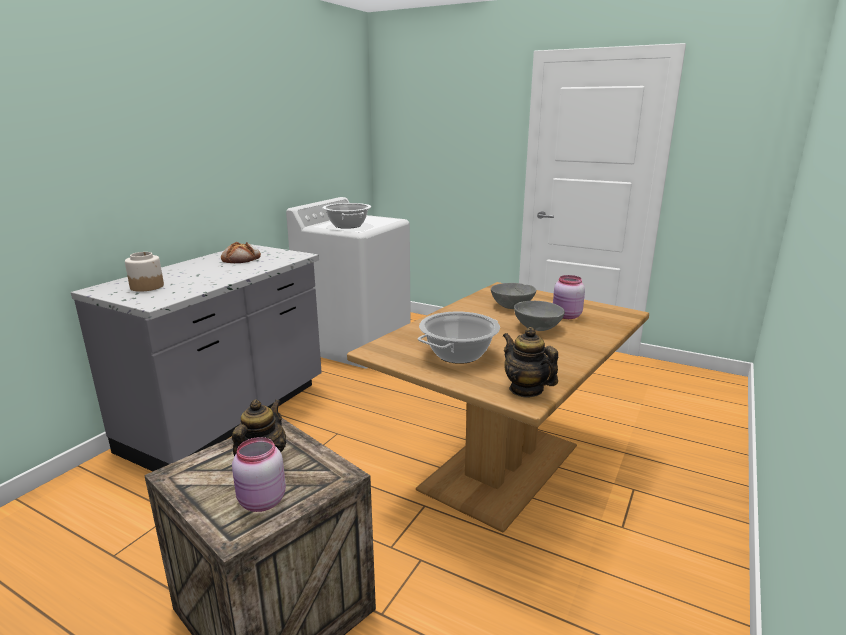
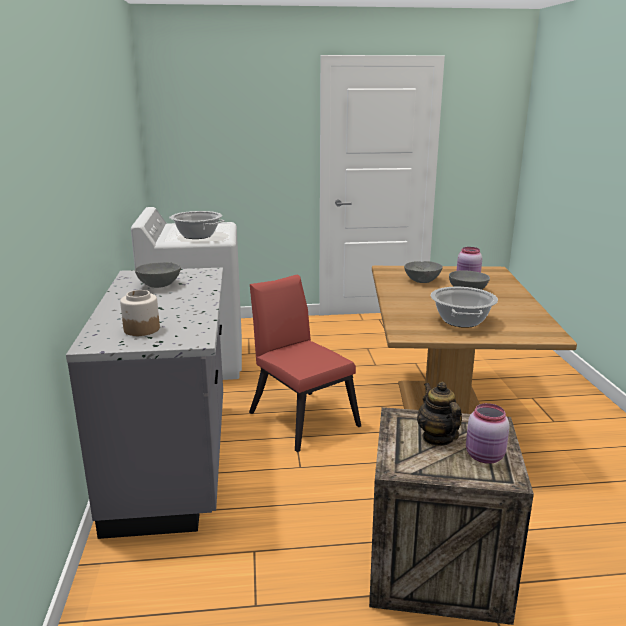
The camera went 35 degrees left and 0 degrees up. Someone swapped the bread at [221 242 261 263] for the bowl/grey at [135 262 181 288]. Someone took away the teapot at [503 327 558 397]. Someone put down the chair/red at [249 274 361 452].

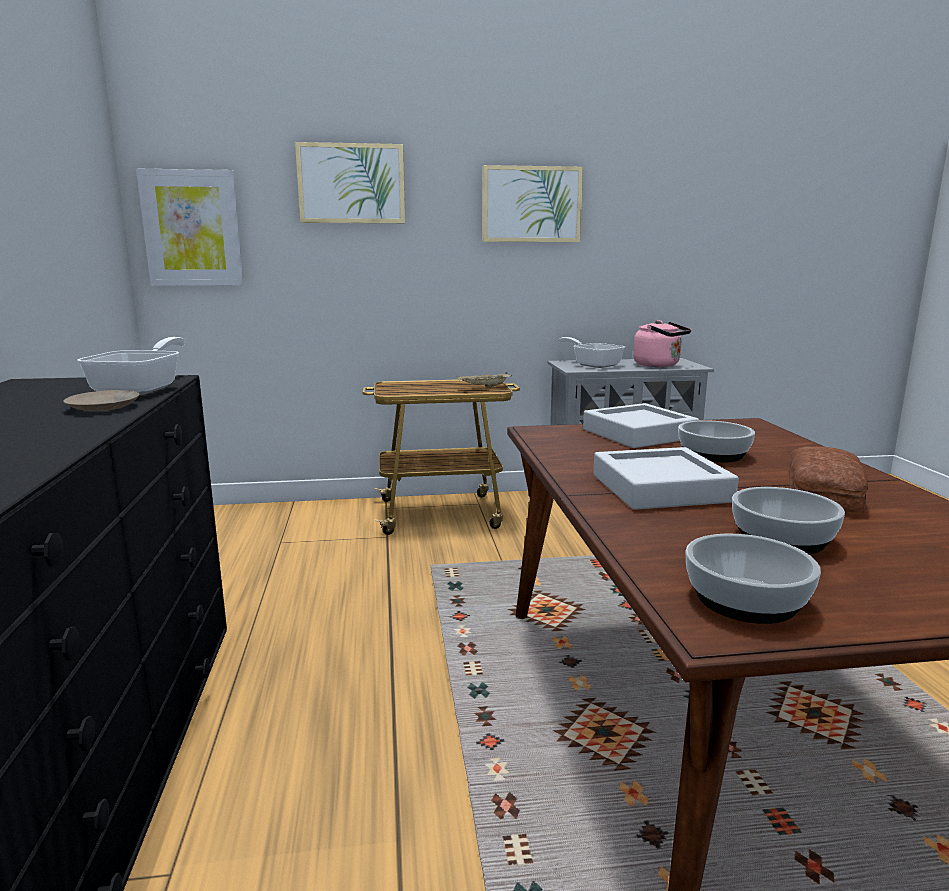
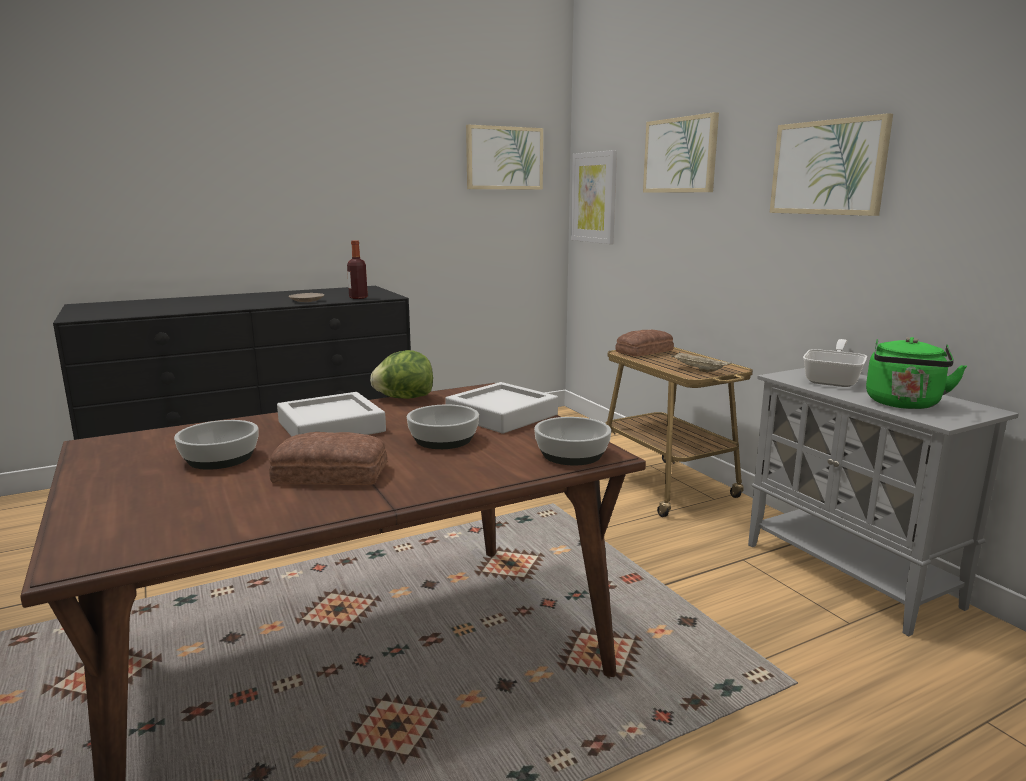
The camera went 70 degrees right and 0 degrees up. Someone repainted the kettle/pink at [633 320 691 367], which became the kettle/green at [866 337 967 409]. Someone swapped the frying pan at [77 337 185 395] for the bottle at [347 240 368 299]. Someone carried the bowl from [686 534 821 624] to [534 417 611 466]. Someone put up the picture at [466 125 543 190]. Someone put down the bread at [615 330 674 357]. Someone put down the lettuce at [370 350 433 399].

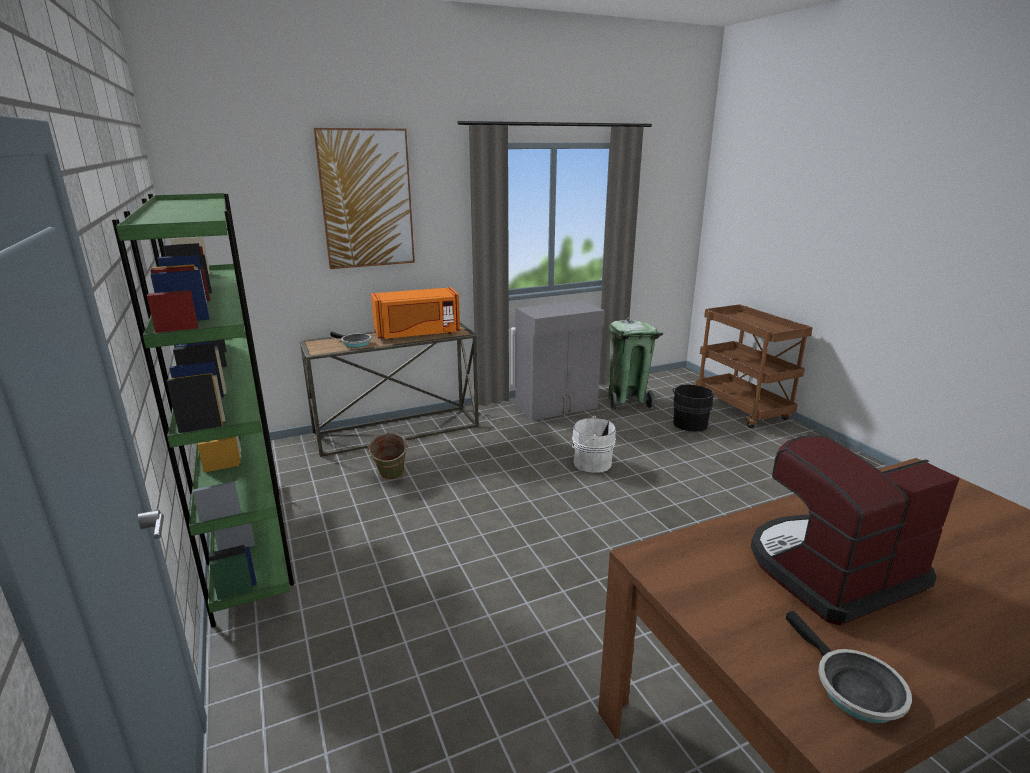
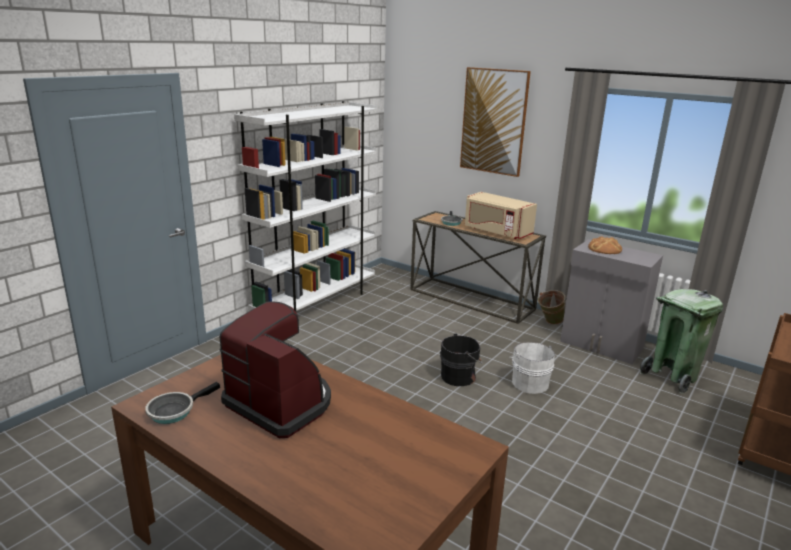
The camera went 60 degrees right and 0 degrees up. Someone repainted the bookcase/green at [112 193 294 628], which became the bookcase/white at [234 101 378 311]. Someone repainted the microwave/orange at [371 287 460 340], which became the microwave/beige at [465 192 537 239]. Someone carried the bucket/black from [673 384 716 432] to [440 334 482 386]. Someone carried the bucket/green from [368 433 408 480] to [538 290 567 325]. Someone put down the bread at [588 236 622 254].

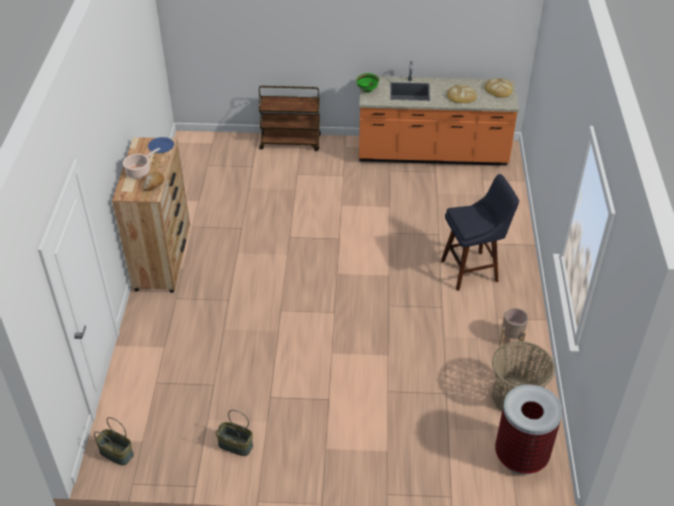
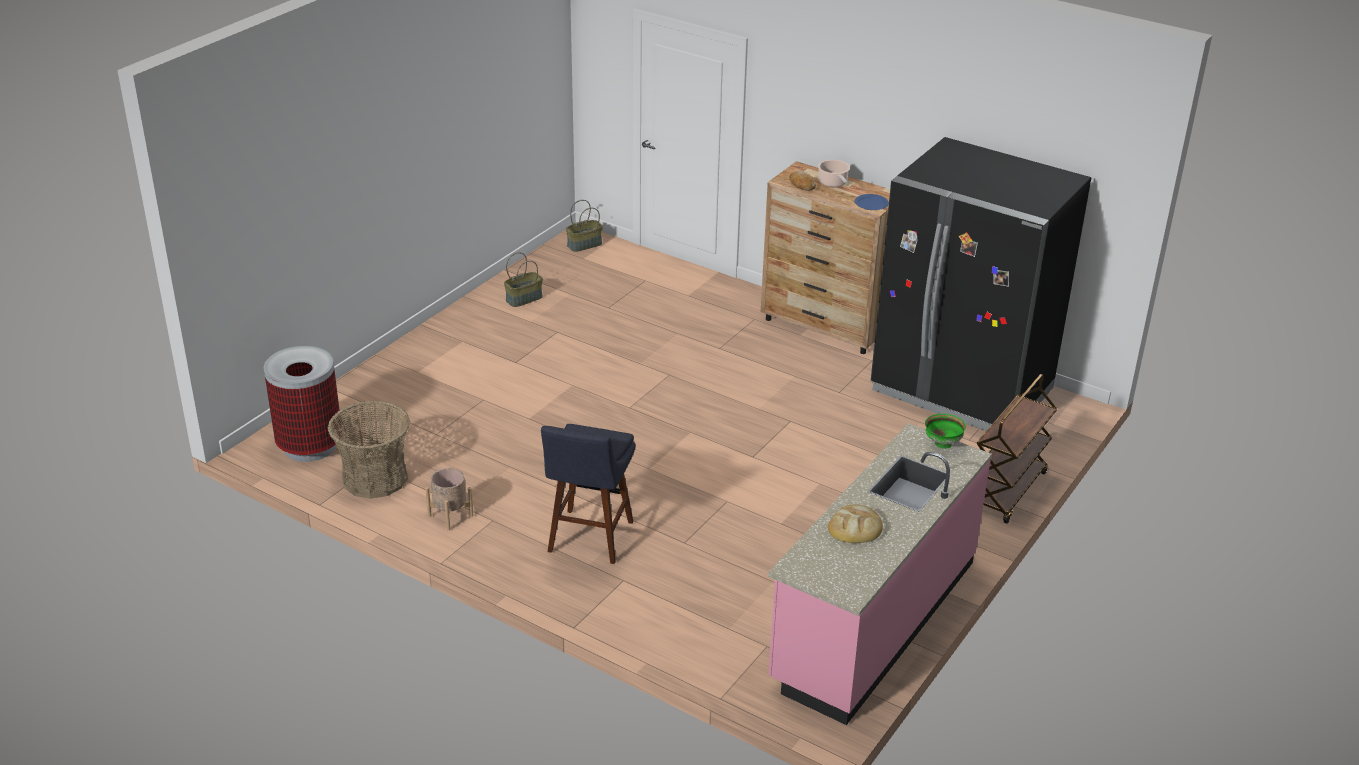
The camera went 120 degrees right and 10 degrees down. Someone repainted the counter/orange at [359 61 519 166], which became the counter/pink at [768 423 992 725]. Someone took away the bread at [484 78 513 98]. Someone put down the fridge/black at [871 137 1091 431].

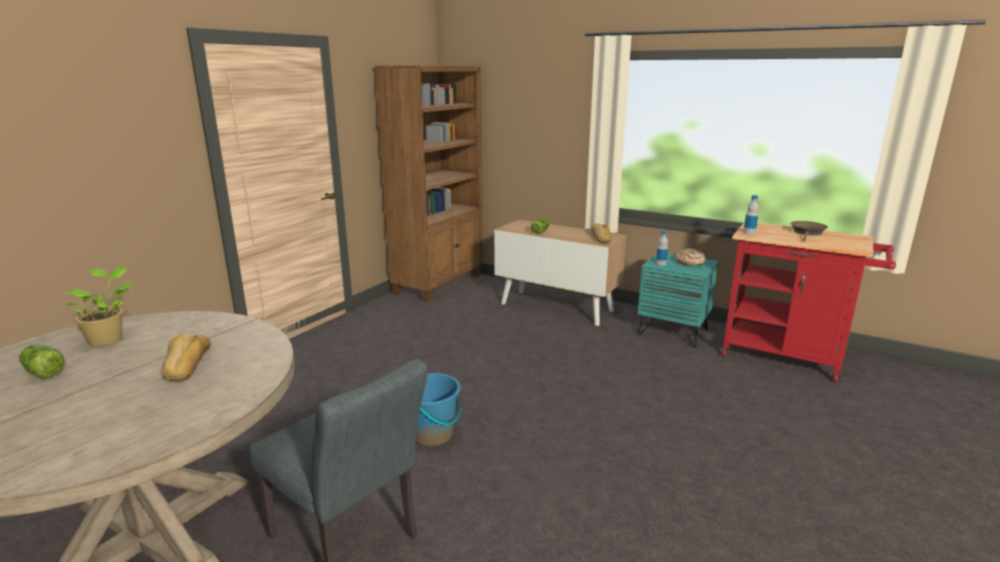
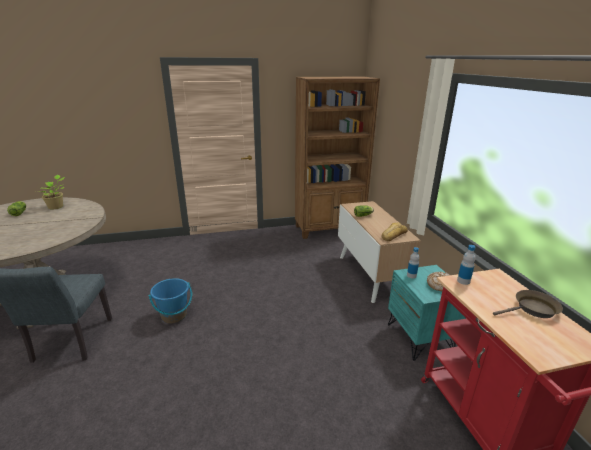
The camera went 45 degrees right and 5 degrees up. Someone took away the bread at [161 333 211 381].

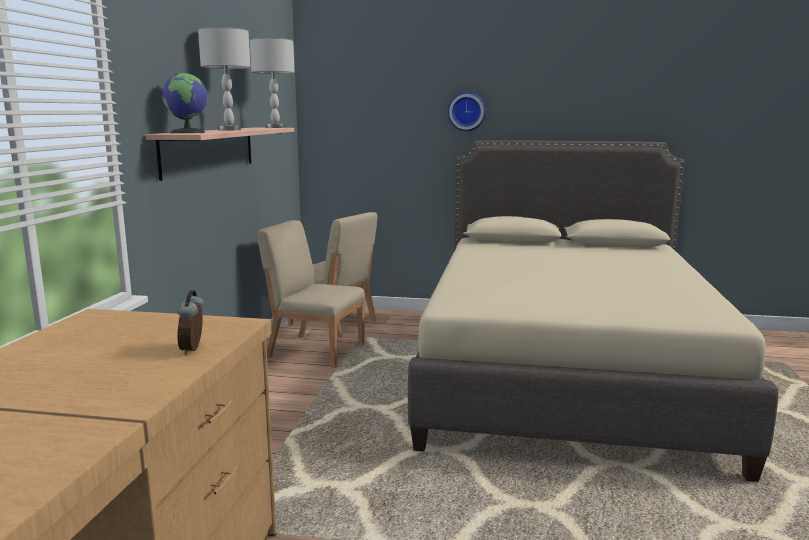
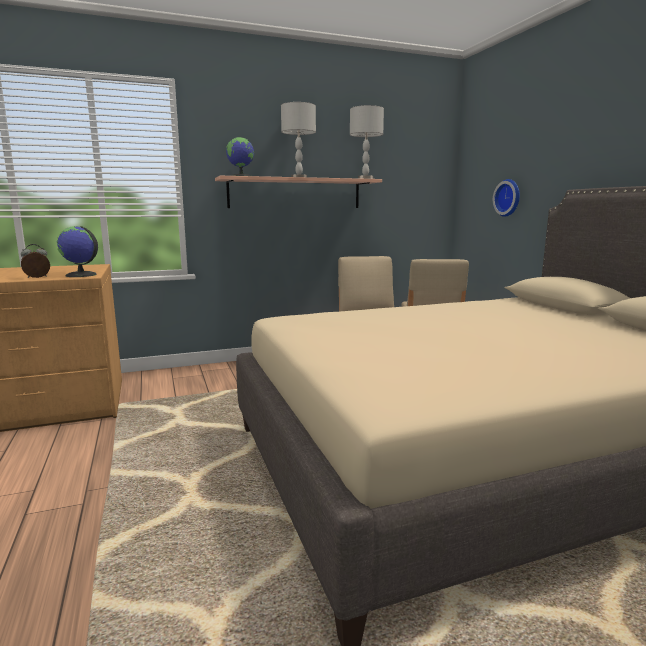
The camera went 60 degrees right and 0 degrees up. Someone carried the wall clock from [448 92 486 131] to [493 179 520 217]. Someone put down the globe at [57 226 98 277].

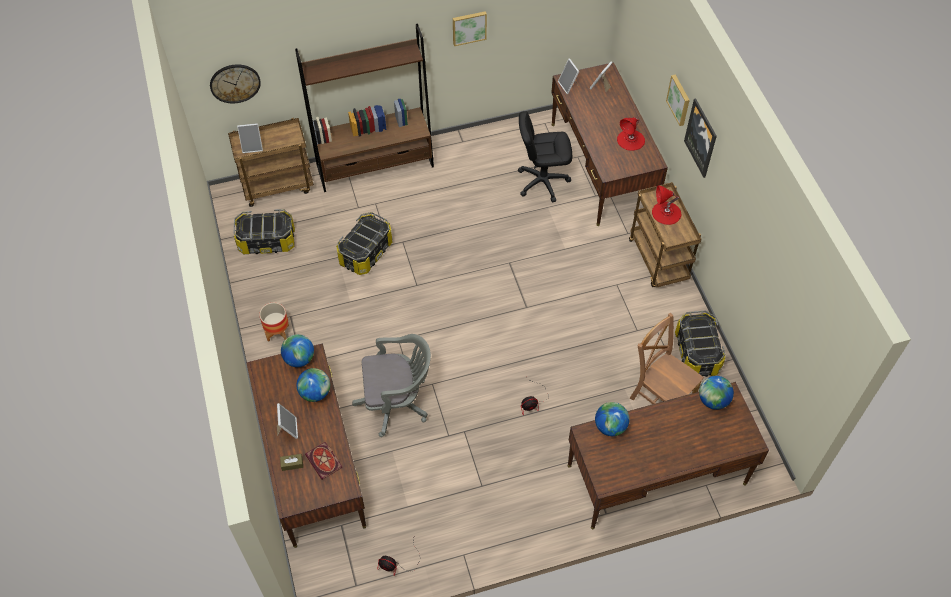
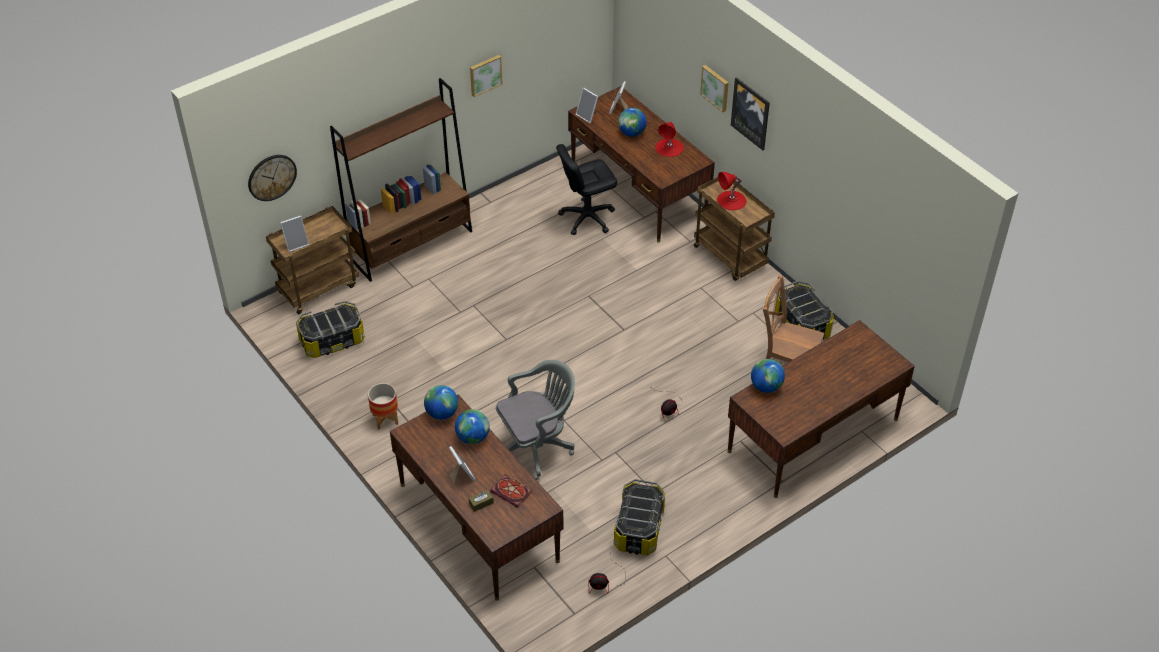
The camera went 20 degrees left and 10 degrees down. Someone carried the storage box from [336 212 392 275] to [614 479 665 555]. Someone carried the globe from [699 376 734 410] to [618 108 647 137].

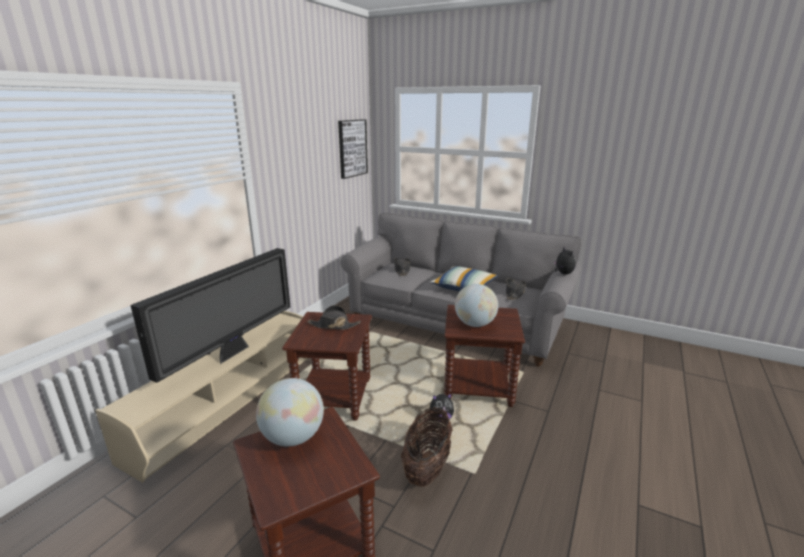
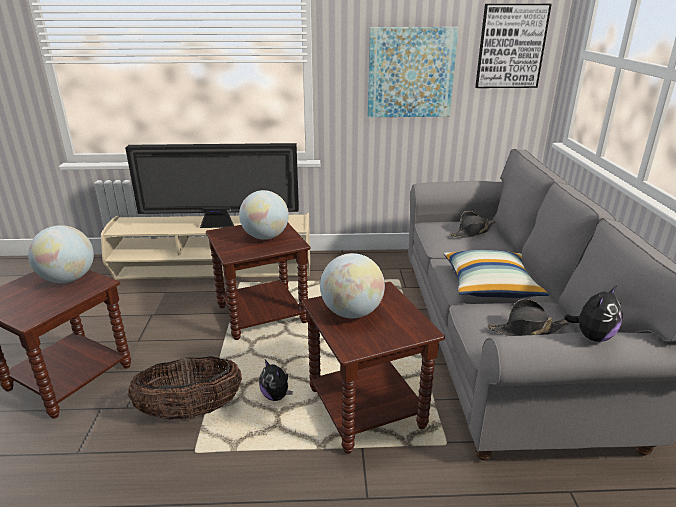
The camera went 60 degrees right and 5 degrees up. Someone swapped the hat/black at [307 305 361 330] for the globe at [239 190 289 240]. Someone put up the picture at [368 27 458 117].

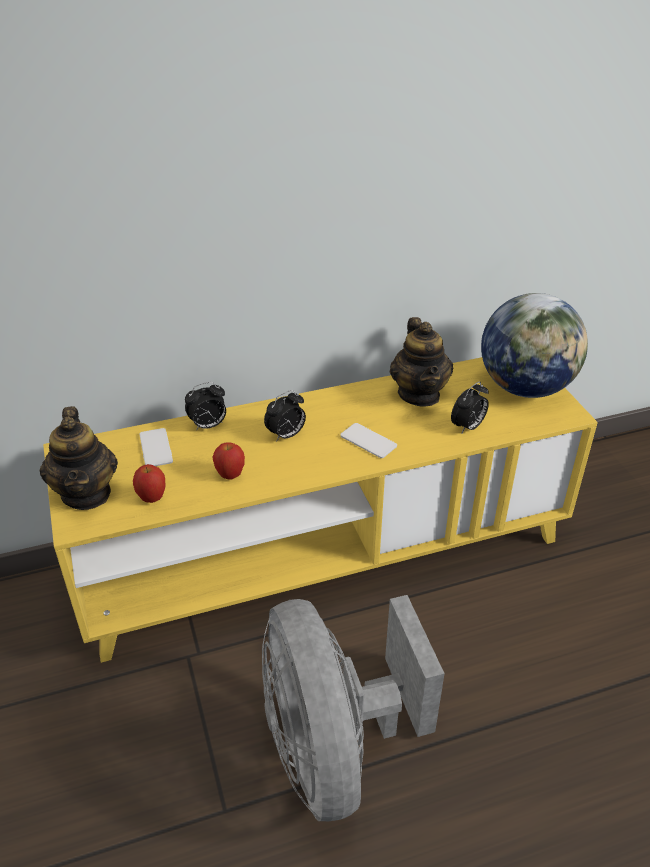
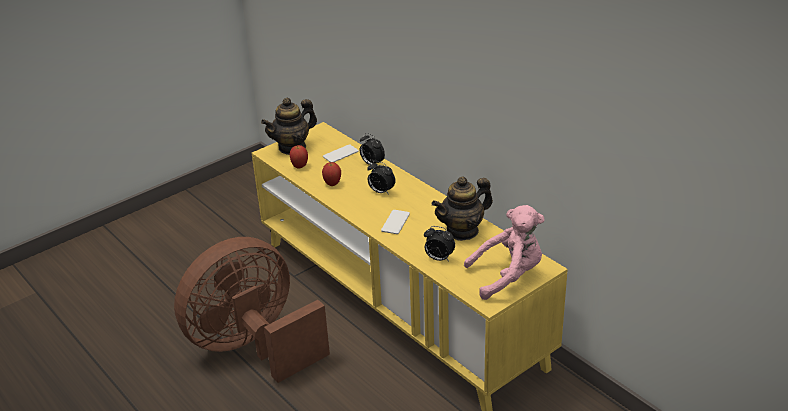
The camera went 70 degrees right and 5 degrees down. Someone swapped the globe at [481 293 588 398] for the plush toy/pink at [464 205 544 300]. Someone repainted the fan/grey at [262 595 445 821], which became the fan/brown at [174 237 330 383].

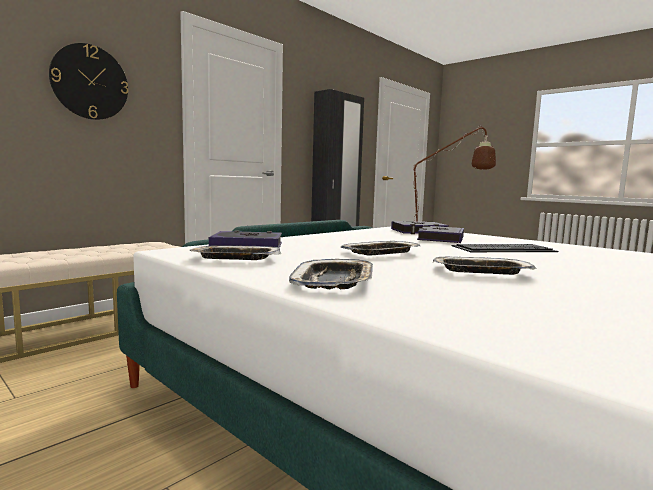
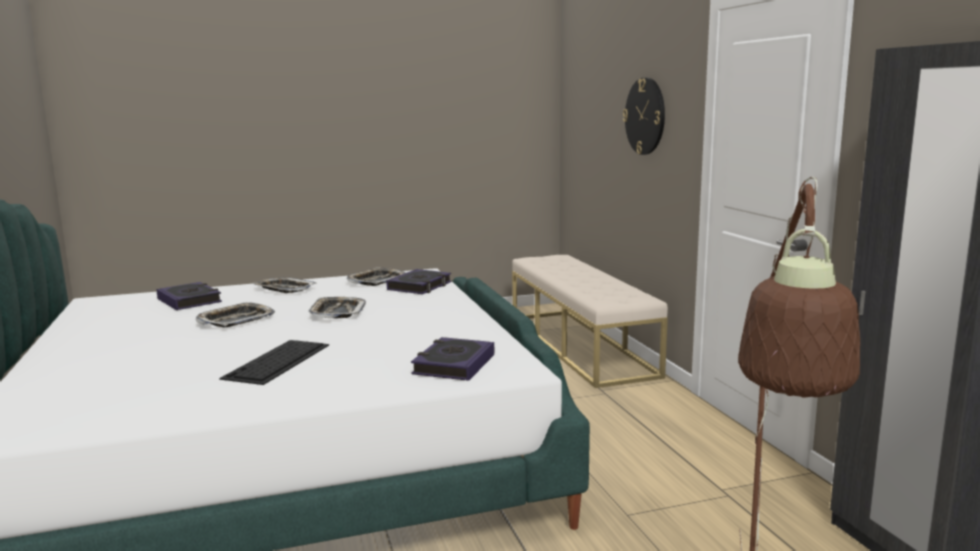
The camera went 120 degrees right and 5 degrees up. Someone carried the book from [417 226 464 243] to [156 282 222 310].

